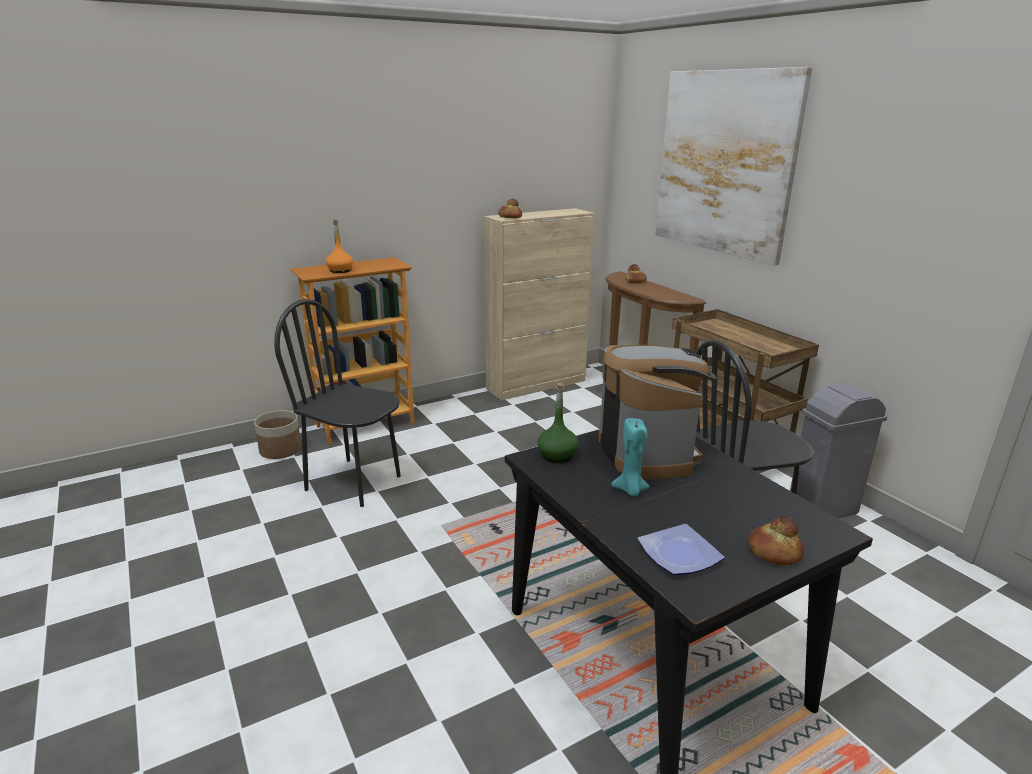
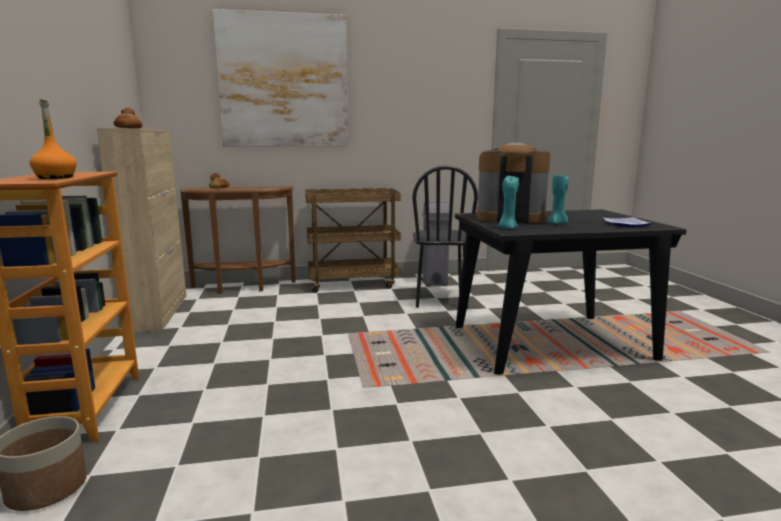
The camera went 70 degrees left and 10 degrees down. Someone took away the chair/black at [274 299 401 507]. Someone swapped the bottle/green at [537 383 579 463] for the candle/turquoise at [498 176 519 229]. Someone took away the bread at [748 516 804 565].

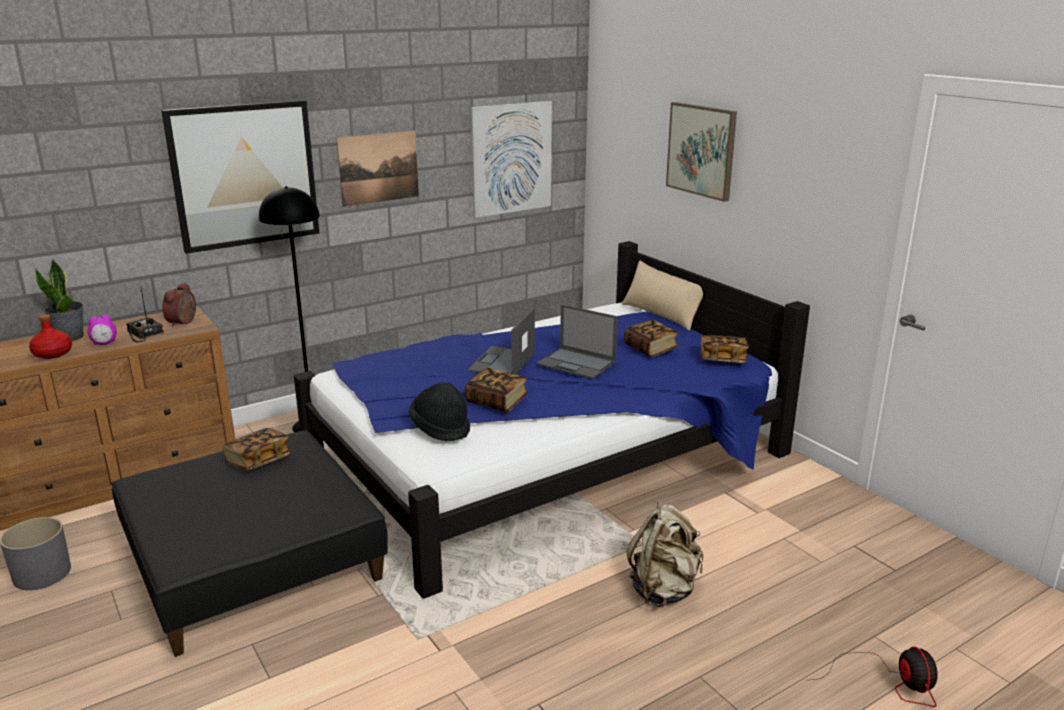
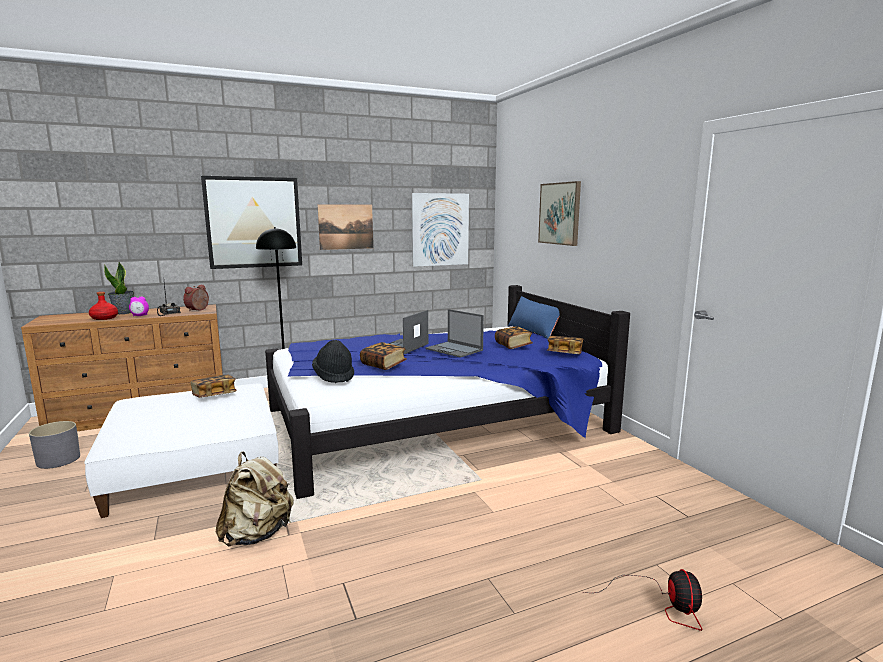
The camera went 10 degrees right and 10 degrees down. Someone repainted the pillow/beige at [622 260 703 330], which became the pillow/blue at [508 296 560 339]. Someone repainted the ottoman/black at [111 430 388 657], which became the ottoman/white at [84 383 279 518]. Someone carried the backpack/beige from [627 502 703 607] to [216 451 294 546].

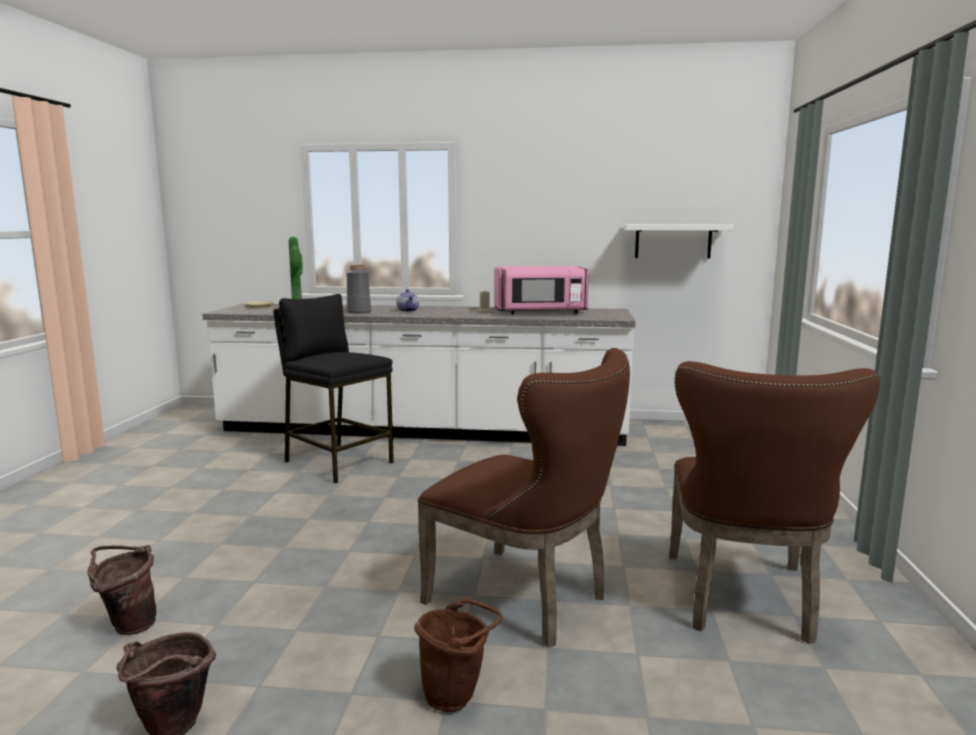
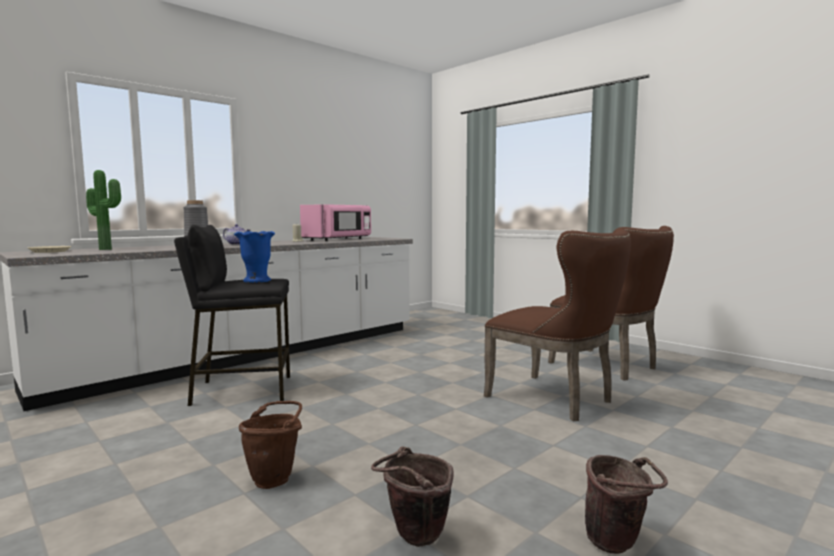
The camera went 50 degrees left and 5 degrees down. Someone took away the shelf/white at [624 224 734 259]. Someone rotated the chair/brown at [418 348 630 647] by 60 degrees clockwise. Someone carried the bucket/brown from [414 598 503 712] to [239 401 302 489]. Someone put down the vase/blue at [234 231 275 283].

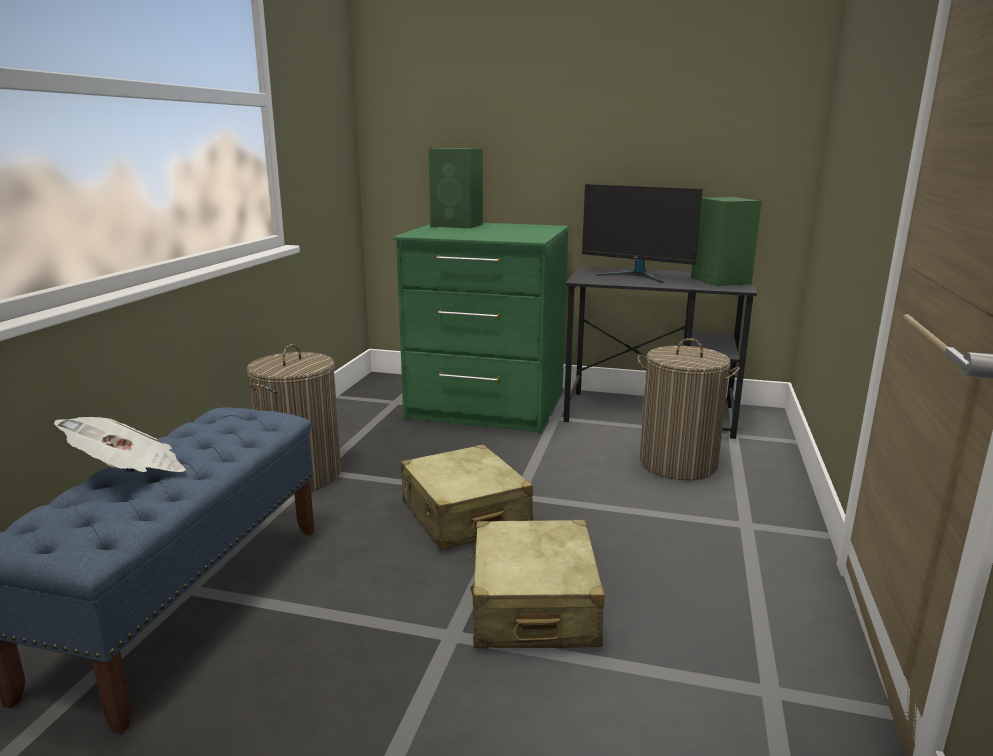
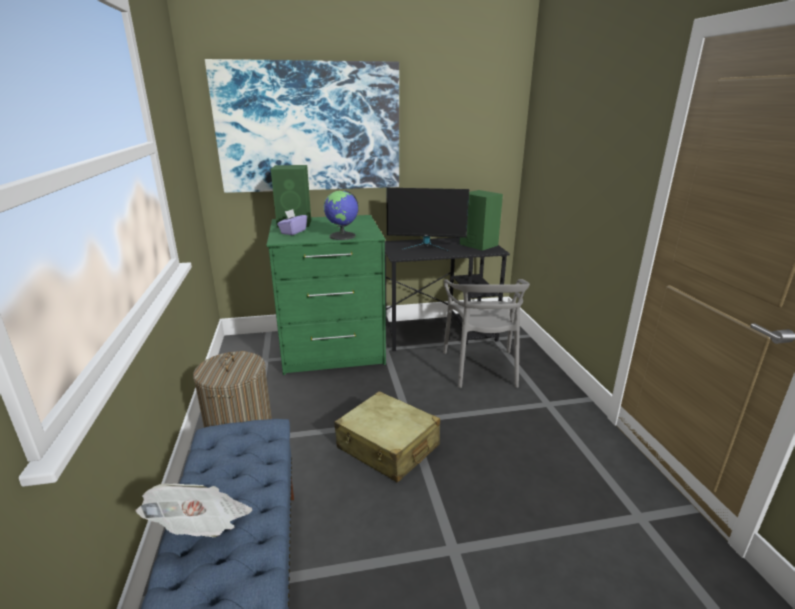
The camera went 25 degrees left and 5 degrees up. Someone swapped the laundry basket at [637 338 740 480] for the chair/grey at [443 279 530 388]. Someone took away the suitcase/beige at [470 520 605 648]. Someone put up the picture at [205 59 399 193]. Someone put down the globe at [324 190 359 240]. Someone put down the tissue box/purple at [277 209 307 235].

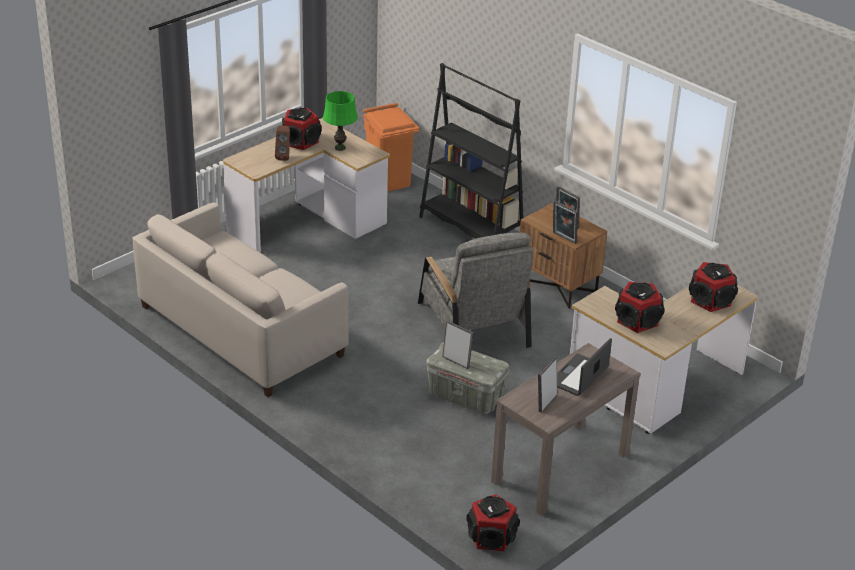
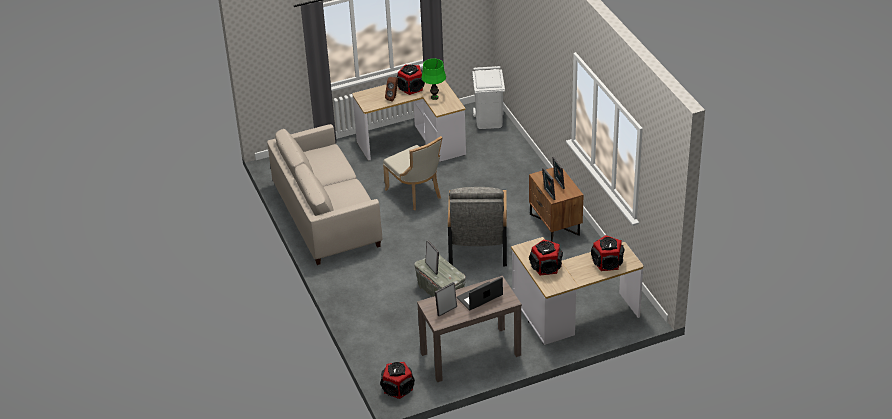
The camera went 25 degrees right and 5 degrees up. Someone took away the bookcase/black at [419 63 523 238]. Someone repainted the trash can/orange at [363 103 420 192], which became the trash can/white at [472 66 505 129]. Someone put down the chair/beige at [383 136 442 210].

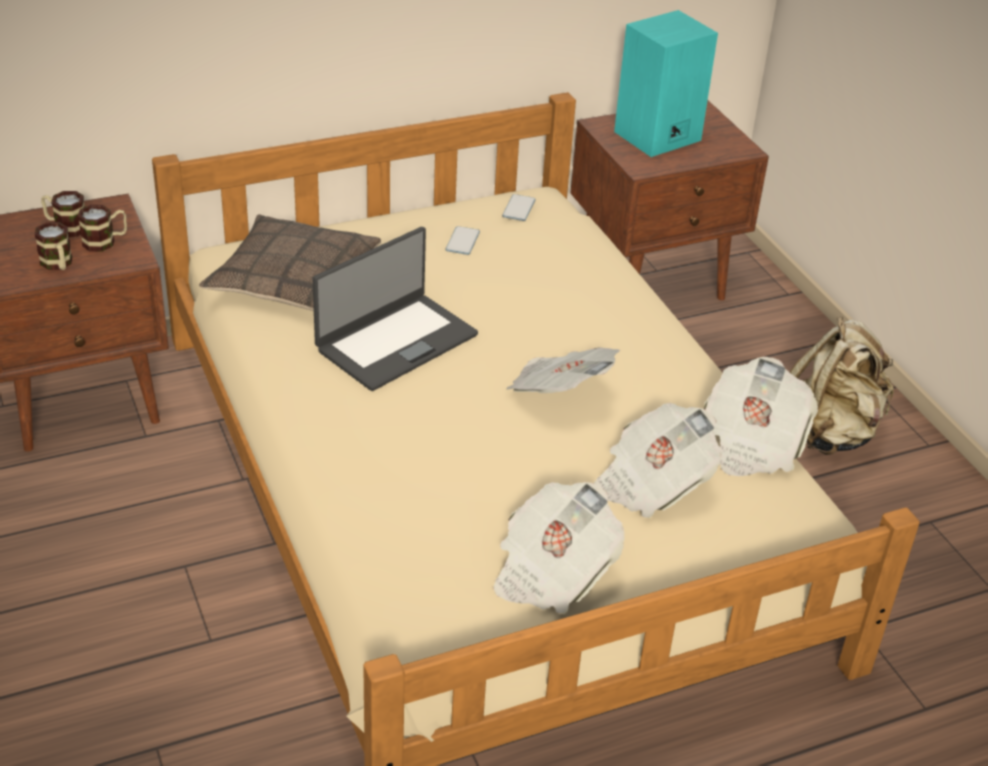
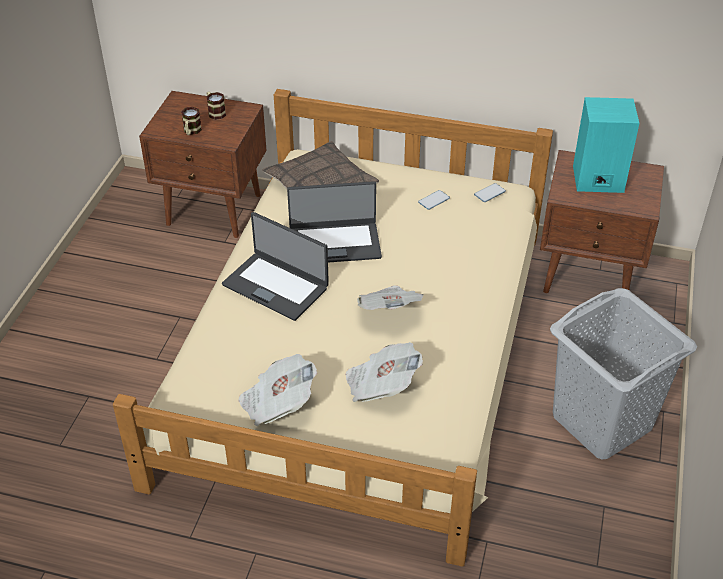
The camera went 40 degrees right and 5 degrees up. Someone took away the mug at [78 205 127 252]. Someone swapped the backpack/beige at [790 317 894 455] for the laundry basket/grey at [550 288 697 460]. Someone took away the newspaper at [704 357 818 476]. Someone put down the laptop at [222 212 329 321].

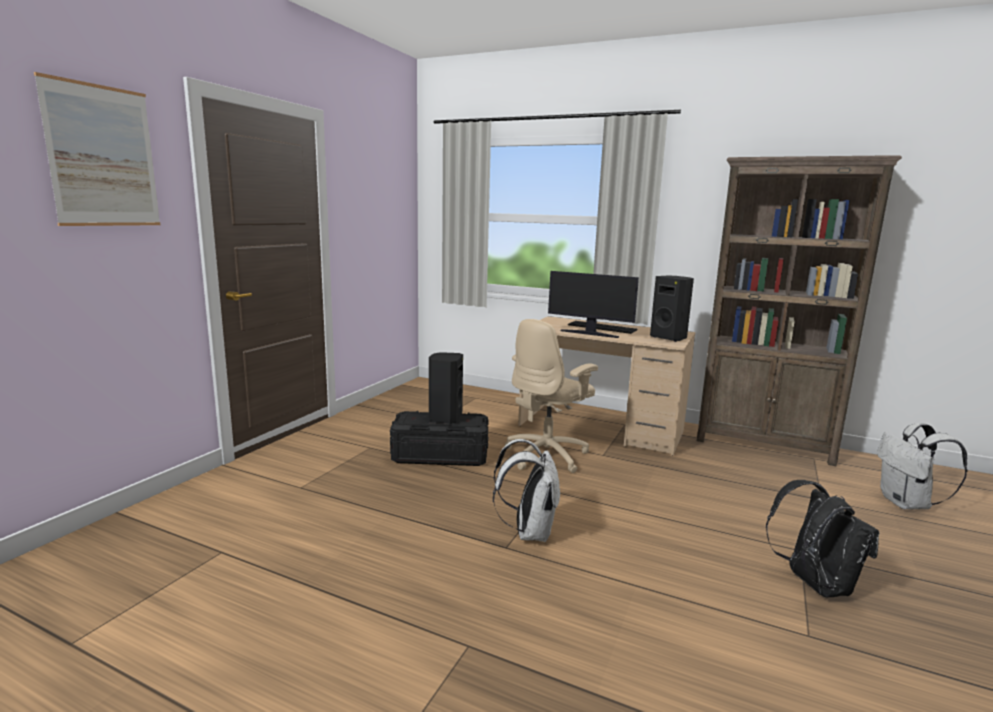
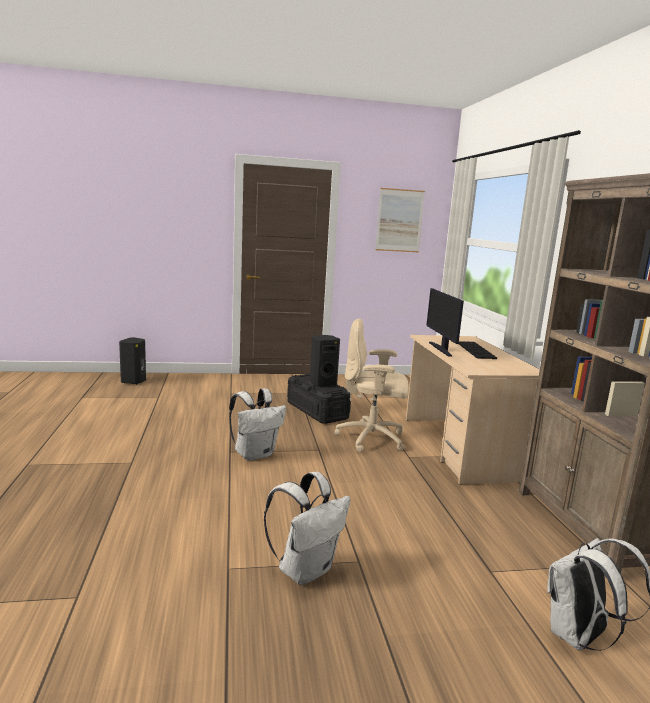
The camera went 55 degrees right and 0 degrees up. Someone carried the picture from [34 72 160 226] to [375 188 425 252]. Someone carried the speaker/black from [650 275 694 342] to [119 337 146 384]. Someone repainted the backpack/black at [766 480 879 597], which became the backpack/white at [264 472 350 585].

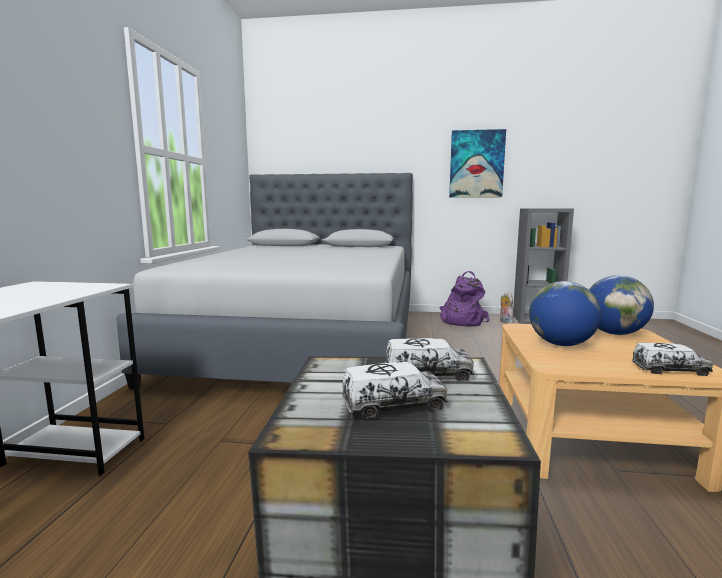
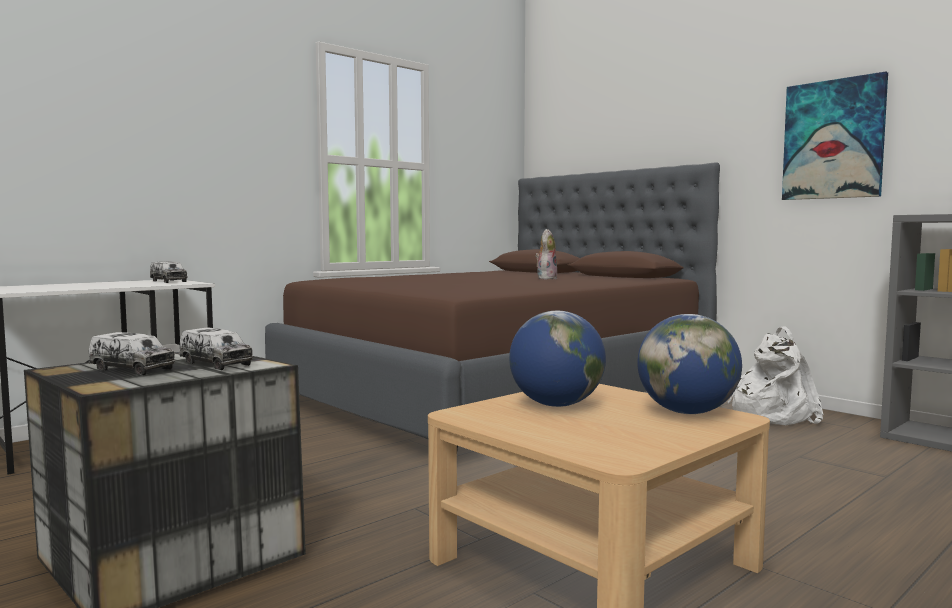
The camera went 40 degrees right and 5 degrees down. Someone repainted the bed/grey at [116 173 413 390], which became the bed/brown at [265 162 720 449]. Someone repainted the backpack/purple at [439 271 490 326], which became the backpack/white at [727 327 823 425]. Someone carried the plush toy from [500 292 514 324] to [535 229 557 279]. Someone carried the toy truck from [632 343 713 376] to [150 261 187 283].

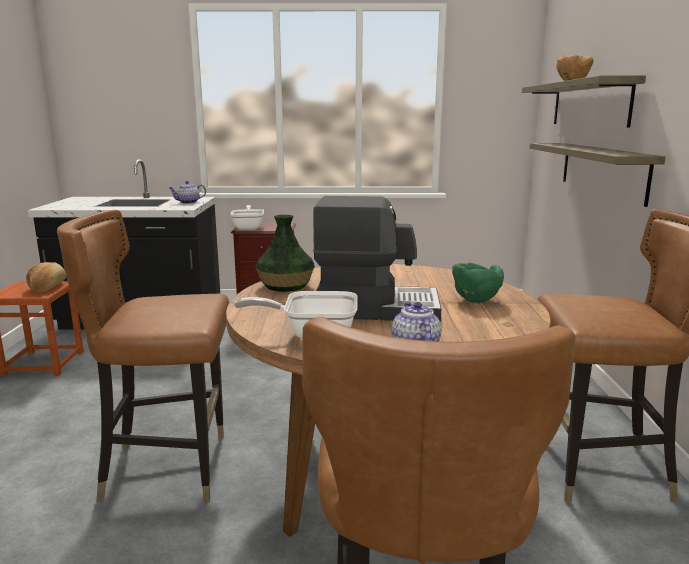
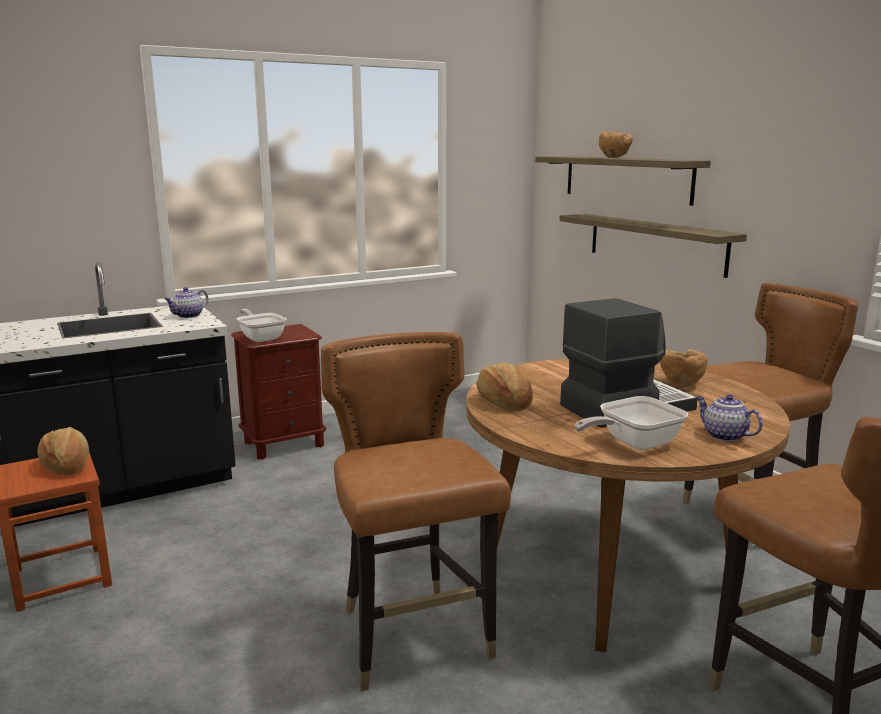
The camera went 30 degrees left and 0 degrees up. Someone rotated the chair/brown at [57 210 229 503] by 105 degrees clockwise. Someone swapped the vase at [256 215 315 292] for the bread at [476 363 533 411]. Someone repainted the bowl/green at [452 262 504 303], which became the bowl/brown at [660 349 708 387].

